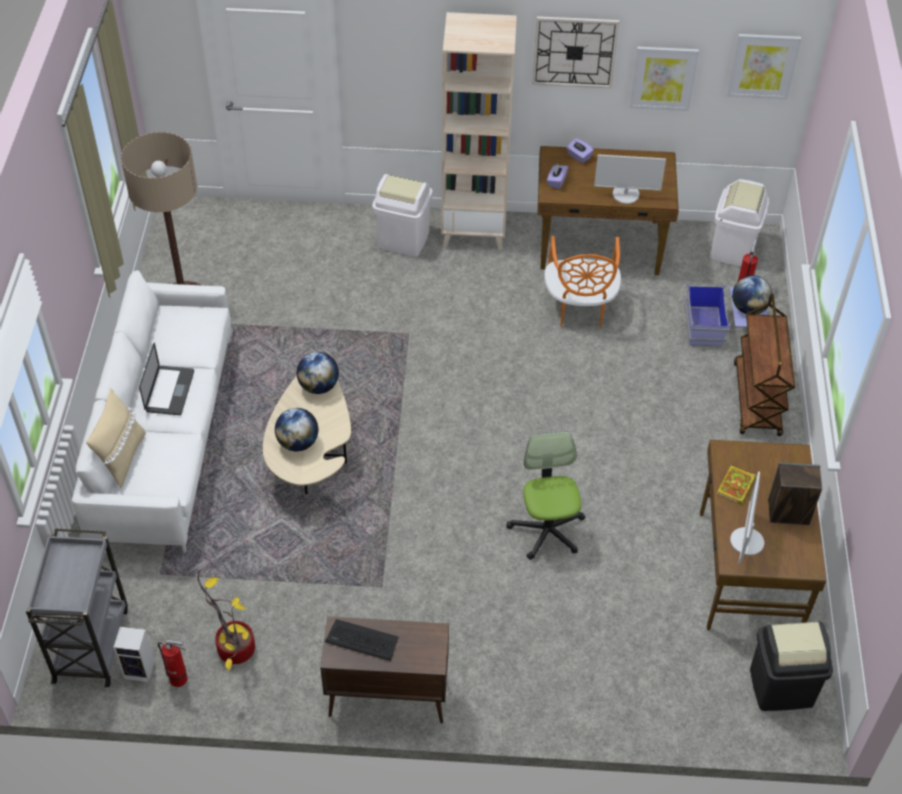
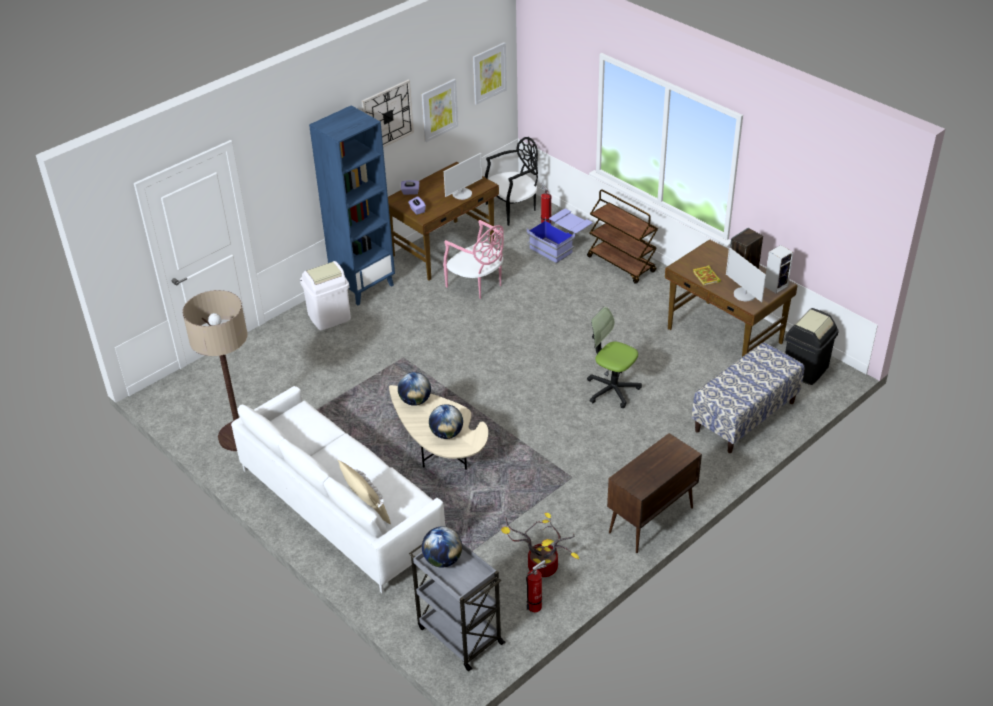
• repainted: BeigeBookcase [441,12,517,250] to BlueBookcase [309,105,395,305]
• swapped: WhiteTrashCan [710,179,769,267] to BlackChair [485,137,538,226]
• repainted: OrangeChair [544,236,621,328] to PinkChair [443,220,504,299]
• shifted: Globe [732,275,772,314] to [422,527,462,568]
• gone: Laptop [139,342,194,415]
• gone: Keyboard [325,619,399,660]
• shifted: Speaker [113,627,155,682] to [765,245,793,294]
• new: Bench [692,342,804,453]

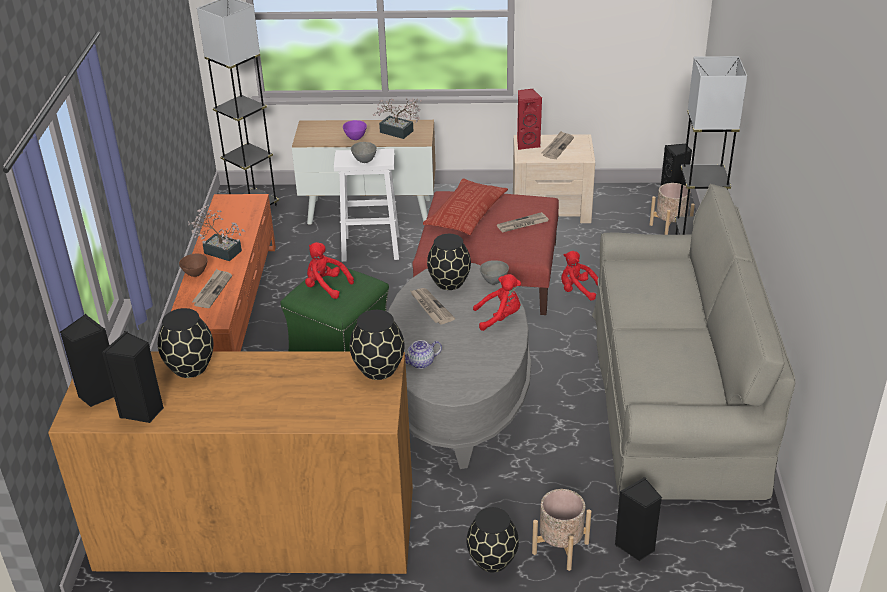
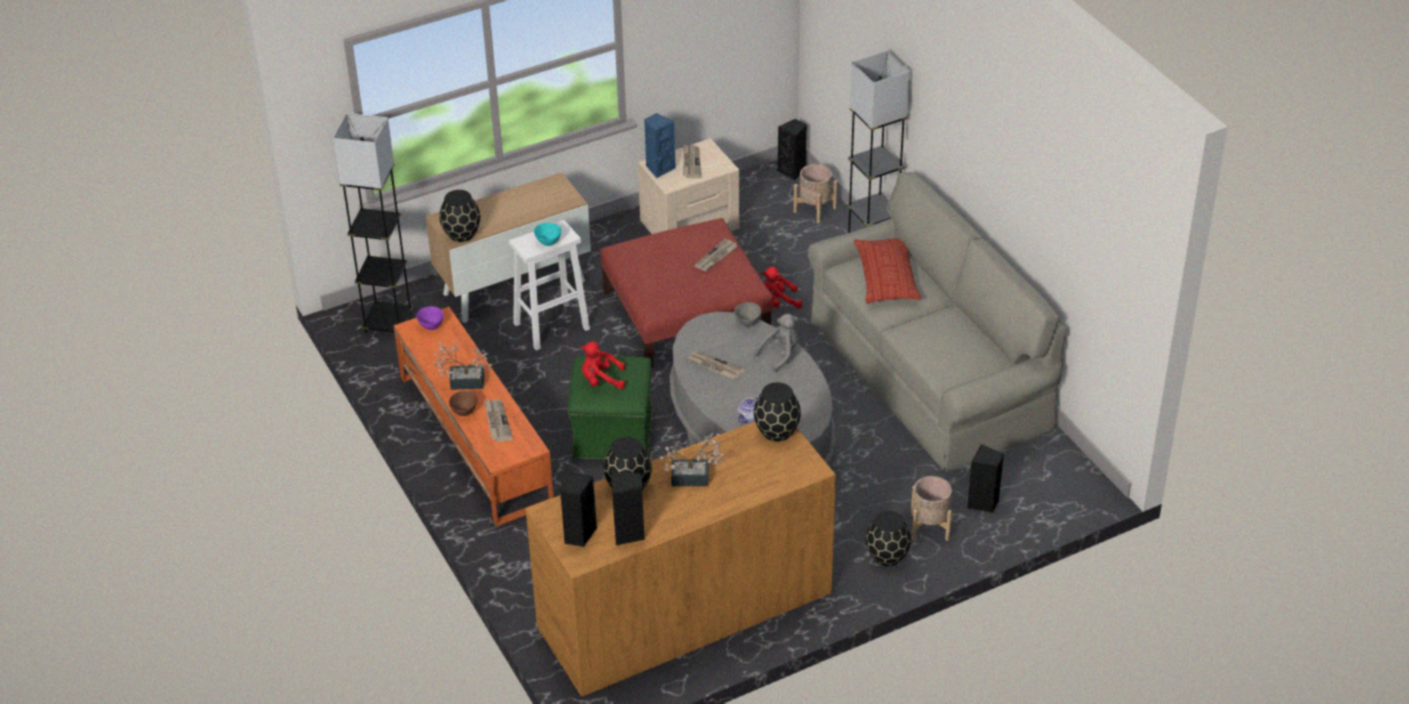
• repainted: RedSpeaker [517,89,542,150] to BlueSpeaker [644,113,675,178]
• shifted: PottedPlant [373,98,422,139] to [660,432,725,486]
• shifted: PurpleBowl [343,120,367,140] to [416,306,444,330]
• repainted: GreyBowl [351,142,377,163] to TurquoiseBowl [534,223,562,246]
• shifted: Pillow [423,178,508,235] to [854,238,921,304]
• shifted: BlackVase [427,234,471,290] to [439,190,480,242]
• repainted: RedPlushToy [473,274,521,331] to GreyPlushToy [754,314,798,372]

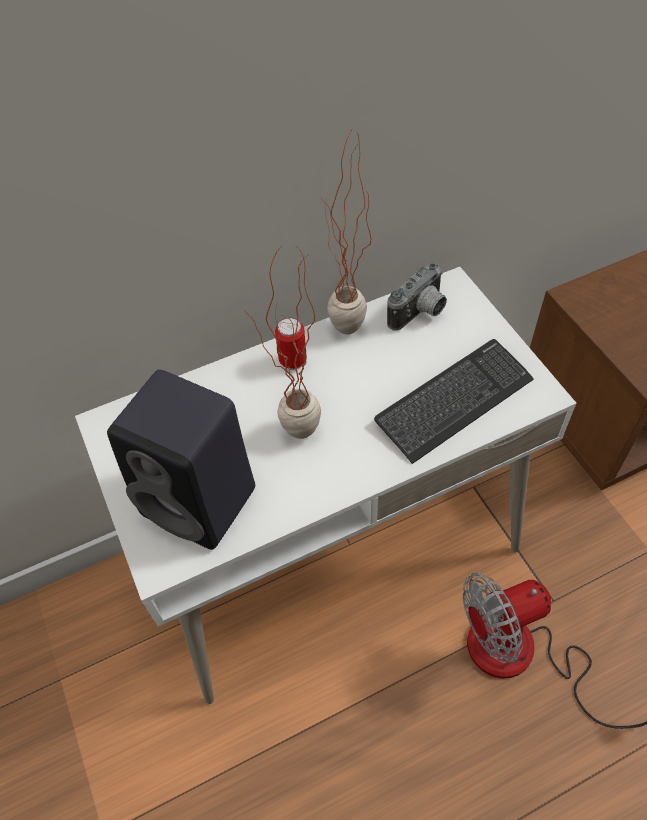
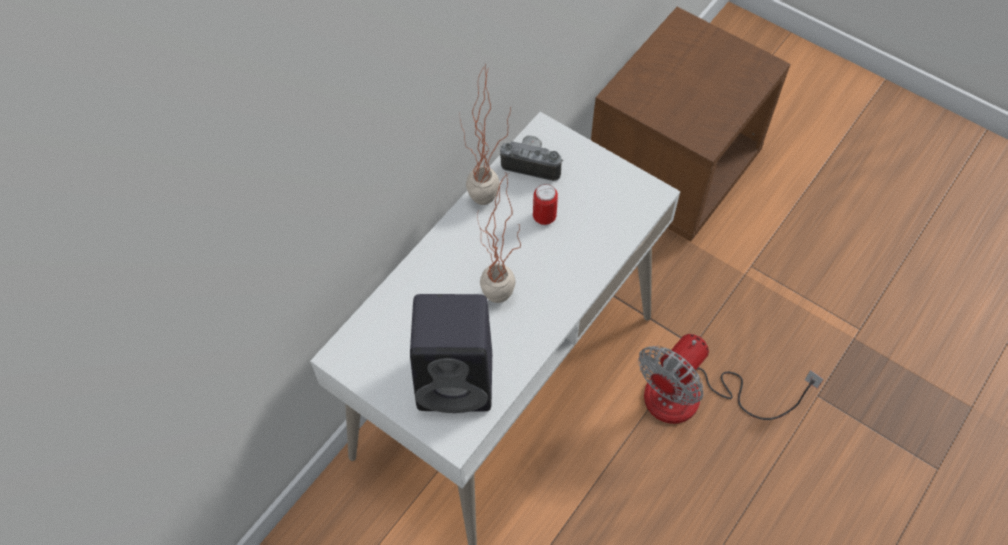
• rotated: PhotoCamera [387,263,447,331] = [500,136,563,181] 90 degrees counterclockwise
• shifted: Can [275,317,307,370] to [533,184,558,225]
• gone: Keyboard [374,339,534,464]

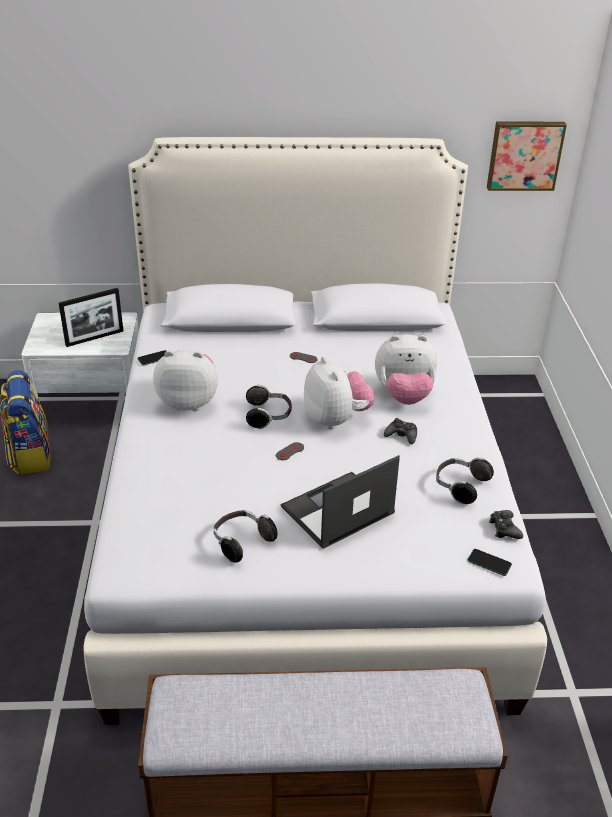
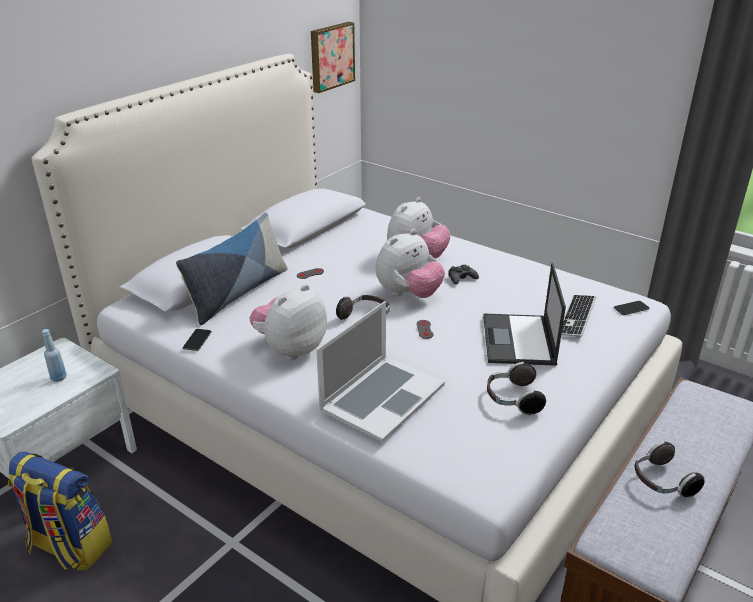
• swapped: PictureFrame [59,288,123,347] to BlueBottle [42,329,67,382]
• rotated: PlushToy [304,357,374,429] = [376,229,445,298] 120 degrees clockwise
• shifted: Headphones [436,457,494,504] to [634,441,704,498]
• gone: BlackGameController [489,510,523,539]
• new: Pillow [176,212,288,325]
• new: Keyboard [561,295,596,338]
• new: Laptop [316,301,445,442]

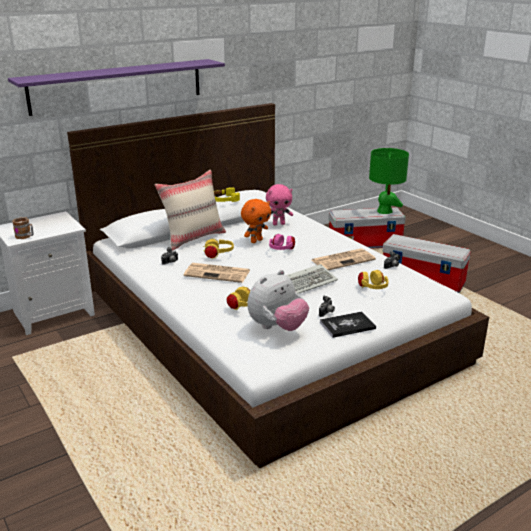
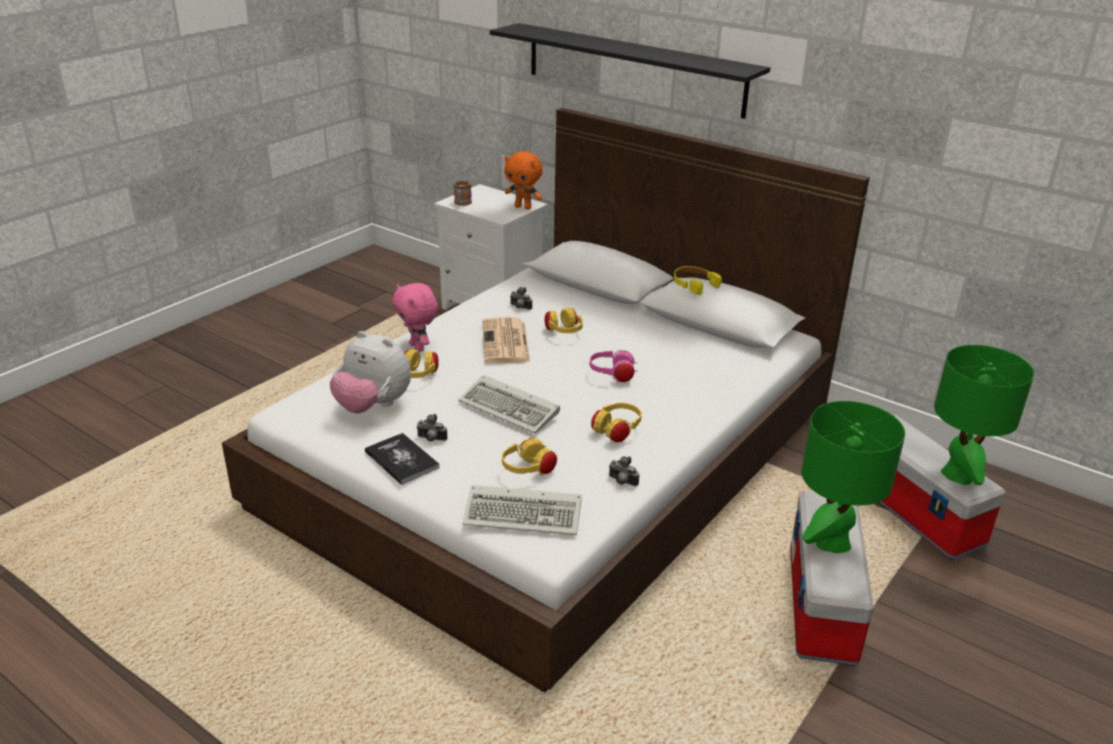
• repainted: PurpleShelf [8,59,225,116] to BlackShelf [490,23,770,119]
• gone: BeigePillow [155,170,226,251]
• shifted: PinkPlushToy [266,184,293,225] to [392,283,438,352]
• shifted: OrangePlushToy [241,199,271,243] to [504,151,543,209]
• swapped: Newspaper [312,248,376,270] to YellowHeadphones [591,403,642,442]
• new: GreenTableLamp [801,401,905,553]
• new: Keyboard [462,485,582,535]

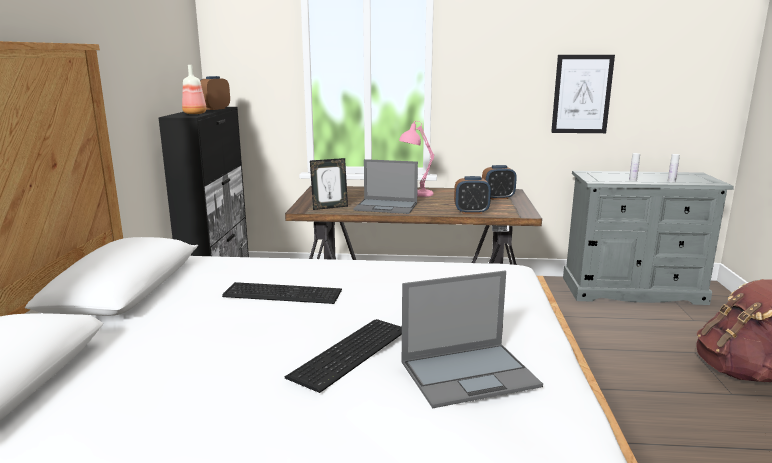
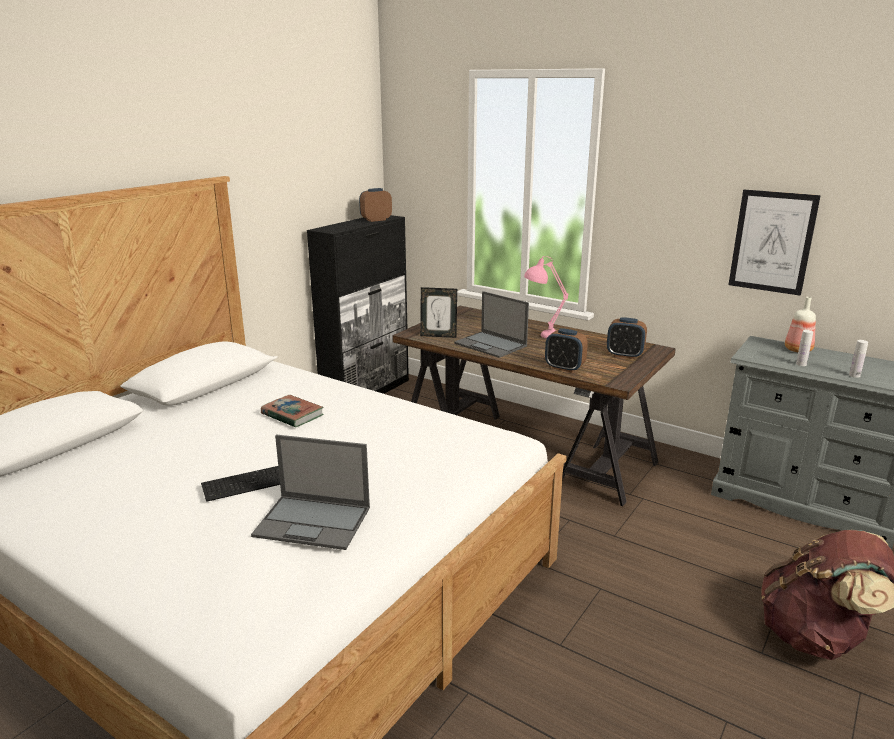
• shifted: Bottle [182,65,207,114] to [785,297,816,352]
• swapped: Keyboard [222,282,342,304] to Book [261,395,324,428]

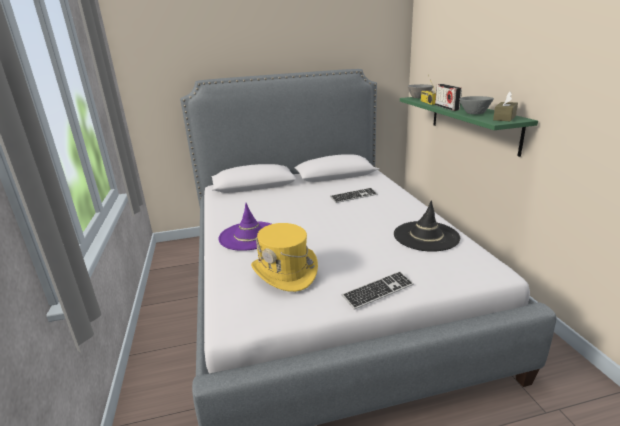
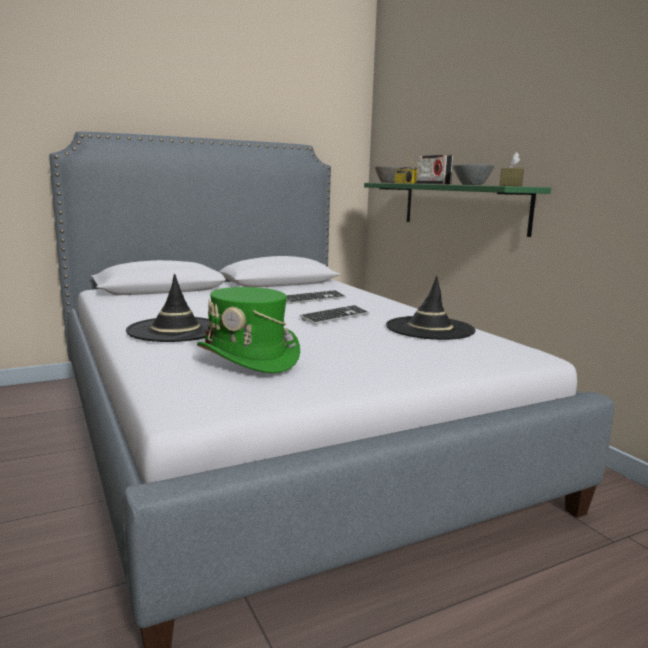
• repainted: PurpleHat [218,203,271,251] to BlackHat [126,274,214,342]
• repainted: YellowHat [251,223,318,292] to GreenHat [197,287,300,373]
• shifted: Keyboard [342,271,414,310] to [300,305,369,324]

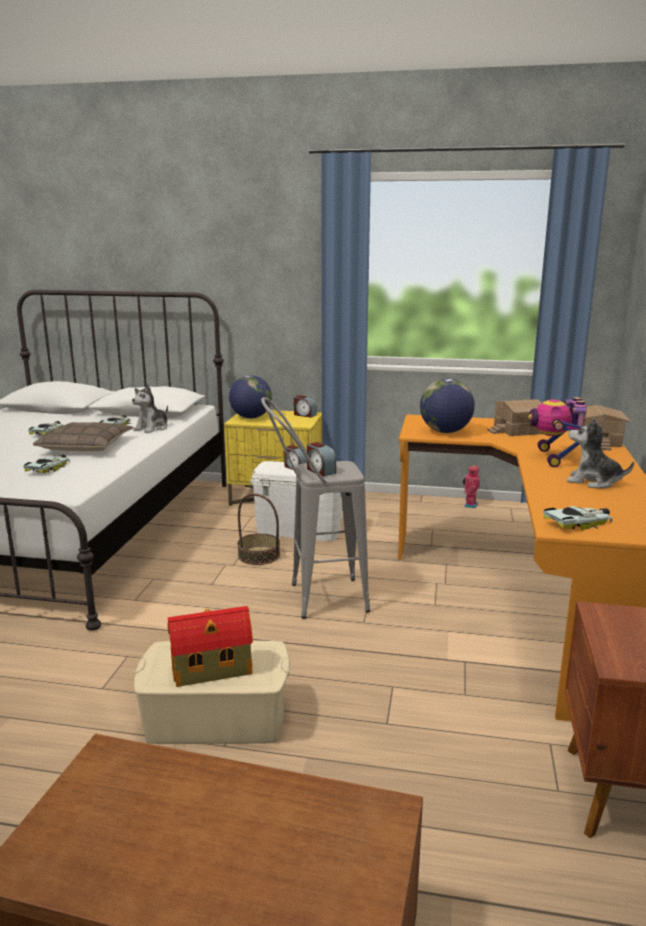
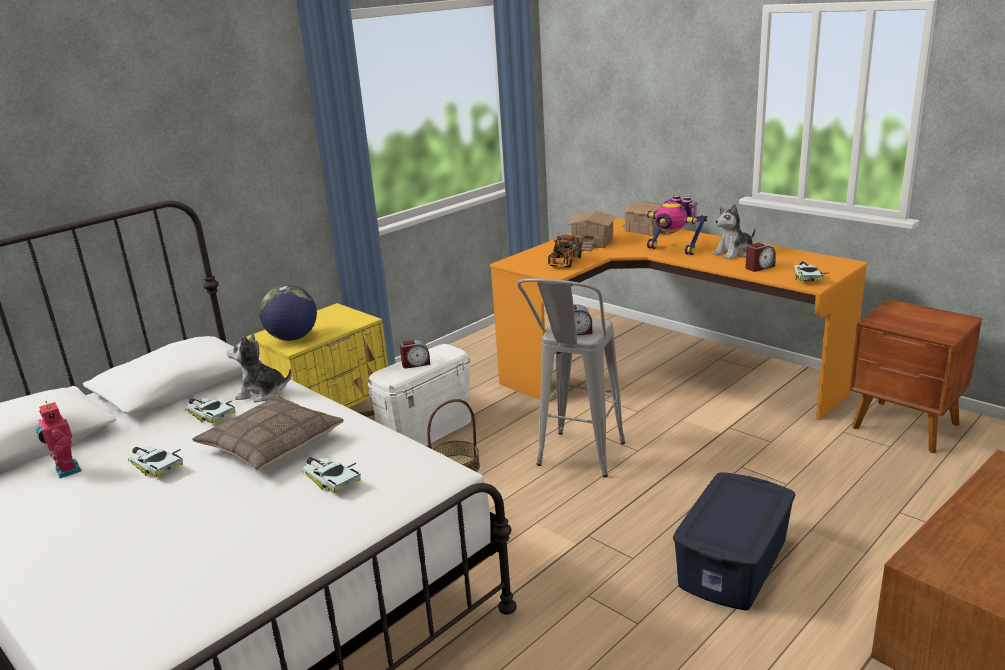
• swapped: Globe [420,379,475,433] to ToyTruck [548,235,583,268]
• rotated: PlushToy [132,384,168,433] = [227,334,292,403] 120 degrees clockwise
• shifted: AlarmClock [294,395,317,418] to [745,243,776,272]
• shifted: ToyRobot [463,466,480,508] to [36,401,82,478]
• gone: ToyHouse [168,606,253,687]
• repainted: BeigeStorageBox [134,641,290,744] to BlueStorageBox [673,472,795,610]

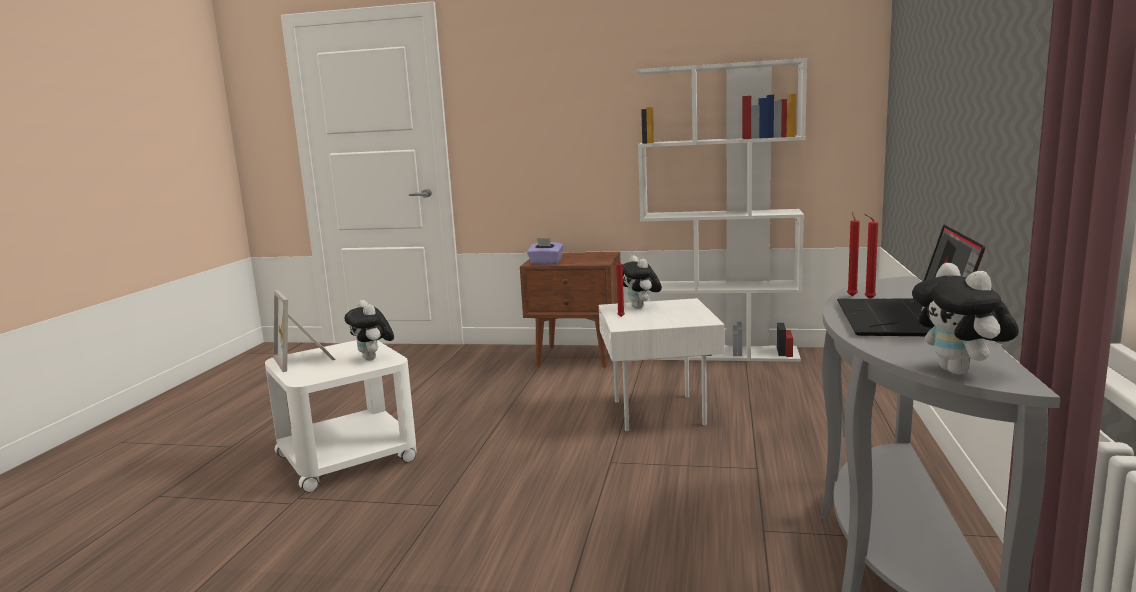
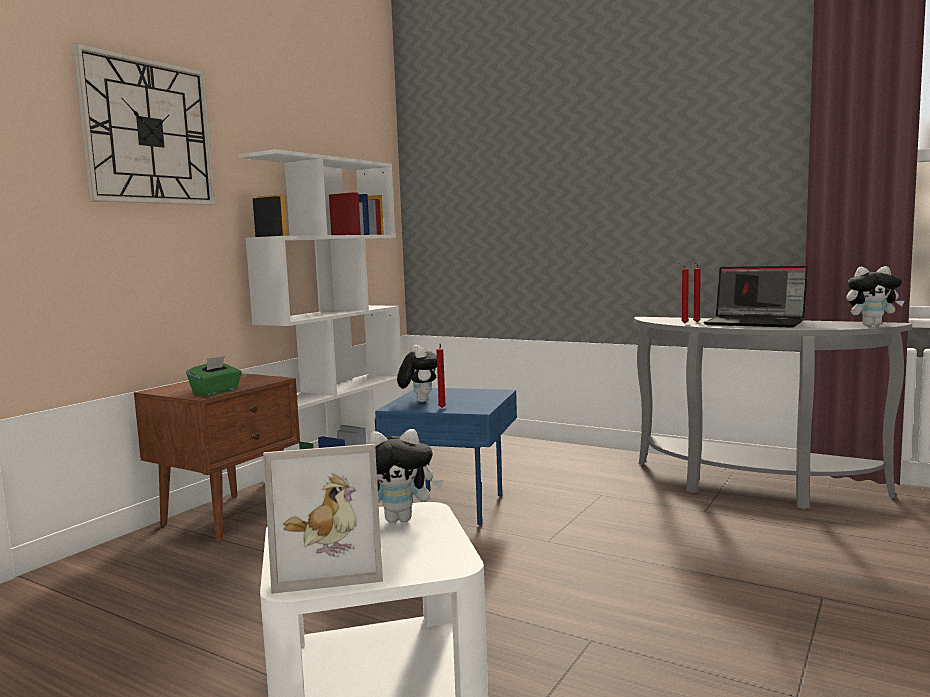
• repainted: PurpleTissueBox [527,238,564,265] to GreenTissueBox [186,356,242,396]
• rotated: PlushToy [622,255,662,309] = [397,345,437,402] 105 degrees counterclockwise
• repainted: WhiteSideTable [599,298,724,431] to BlueSideTable [375,388,517,525]
• new: WallClock [72,43,216,205]

